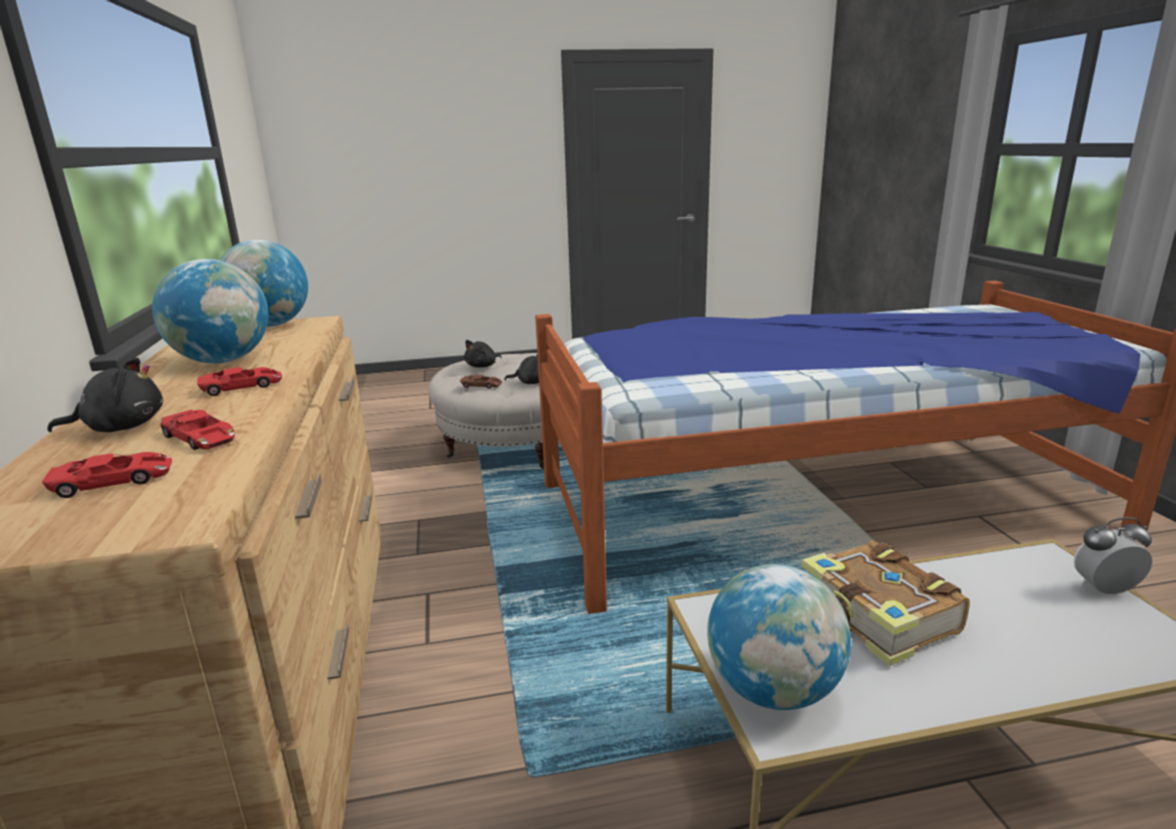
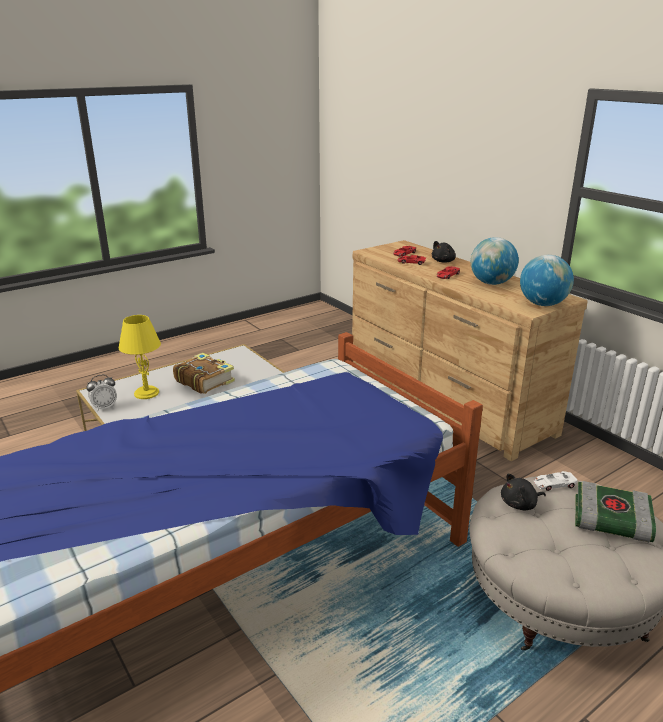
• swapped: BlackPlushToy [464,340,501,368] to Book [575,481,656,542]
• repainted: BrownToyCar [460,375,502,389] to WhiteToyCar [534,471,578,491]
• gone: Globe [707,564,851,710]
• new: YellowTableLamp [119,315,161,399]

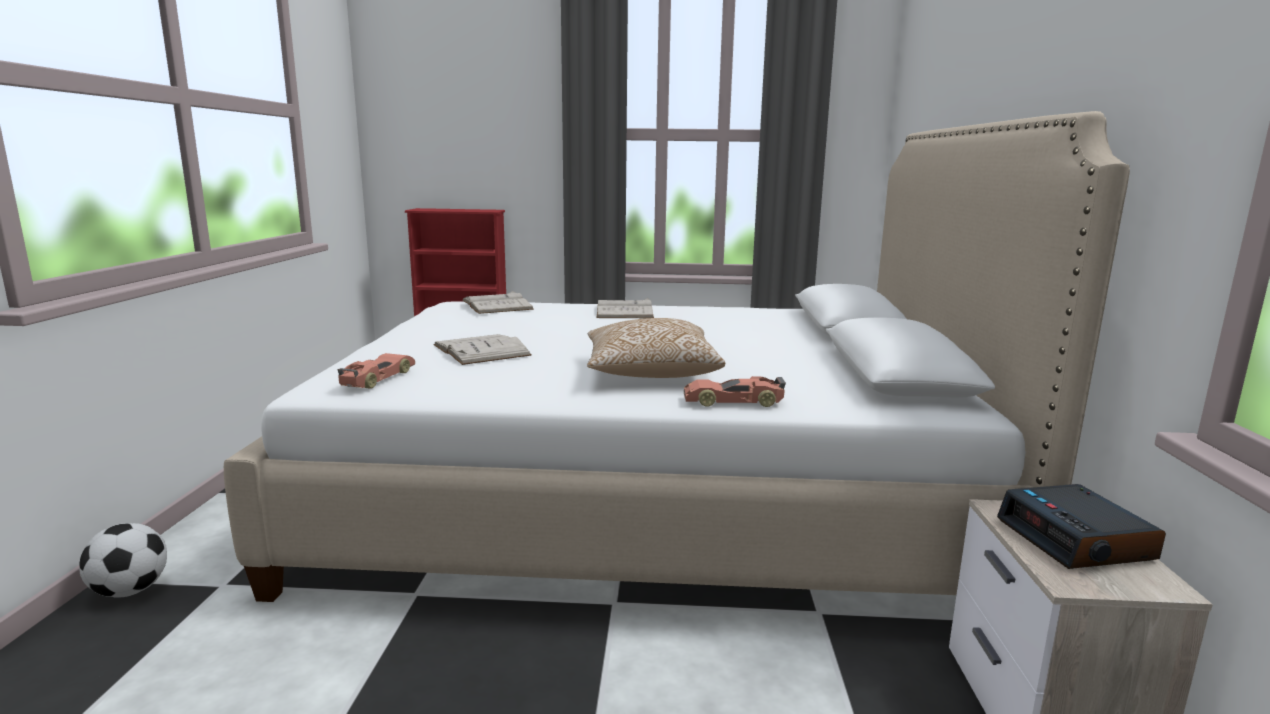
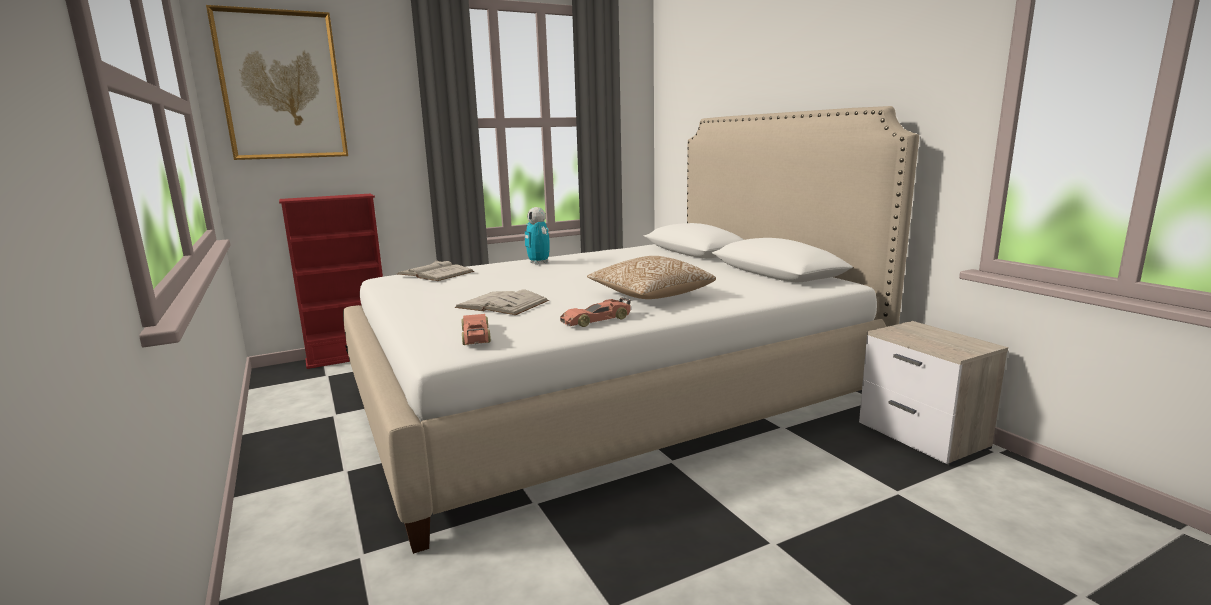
• swapped: WhiteBook [597,297,654,318] to ToyRobot [525,207,550,265]
• shifted: ToyCar [684,376,786,407] to [560,297,631,327]
• gone: AlarmClock [997,484,1166,569]
• gone: Football [79,523,167,598]
• new: Picture [206,5,348,160]

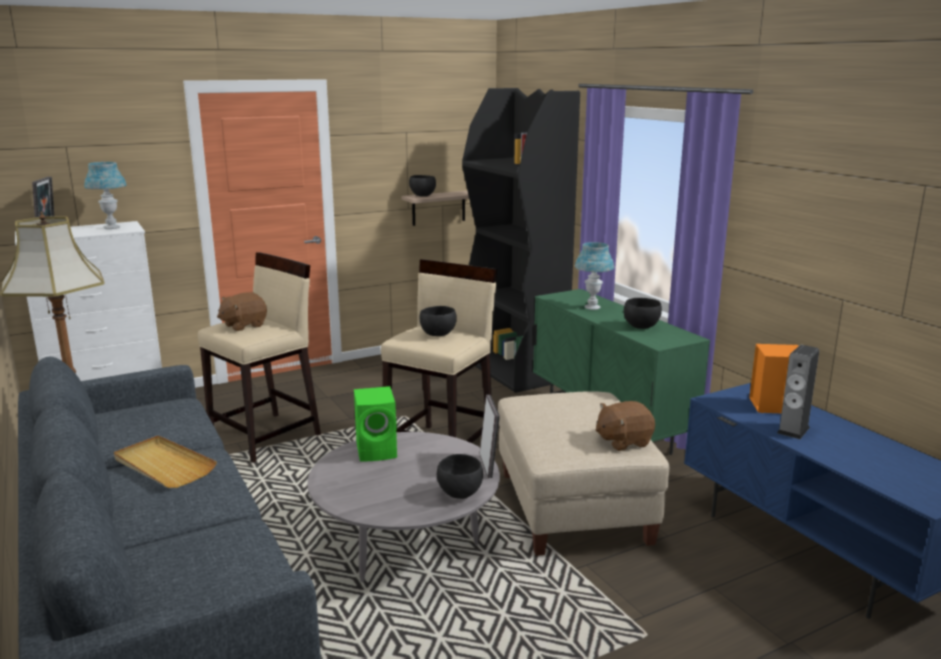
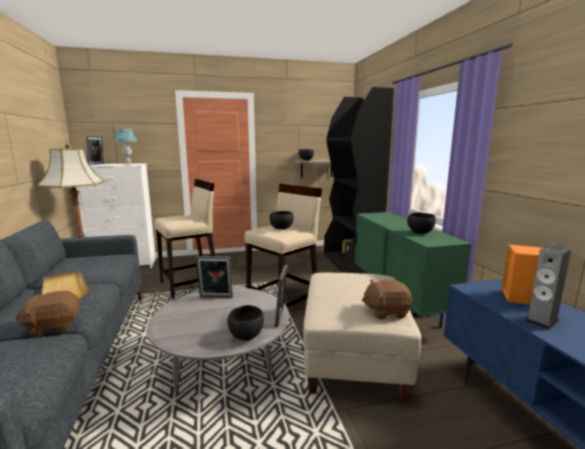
• gone: BlueTableLamp [575,242,614,310]
• shifted: BrownPlushToy [217,292,267,331] to [15,291,82,338]
• swapped: GreenSpeaker [354,386,397,461] to PictureFrame [196,256,233,298]

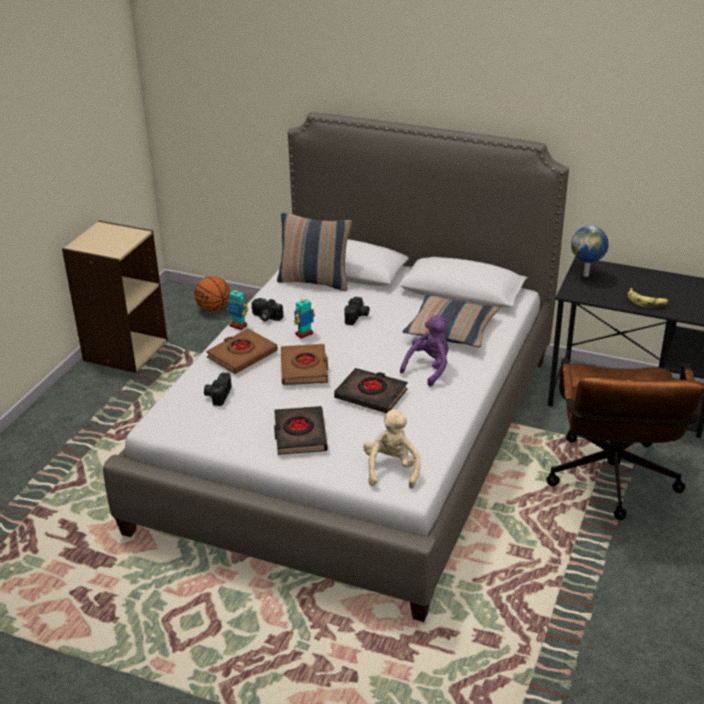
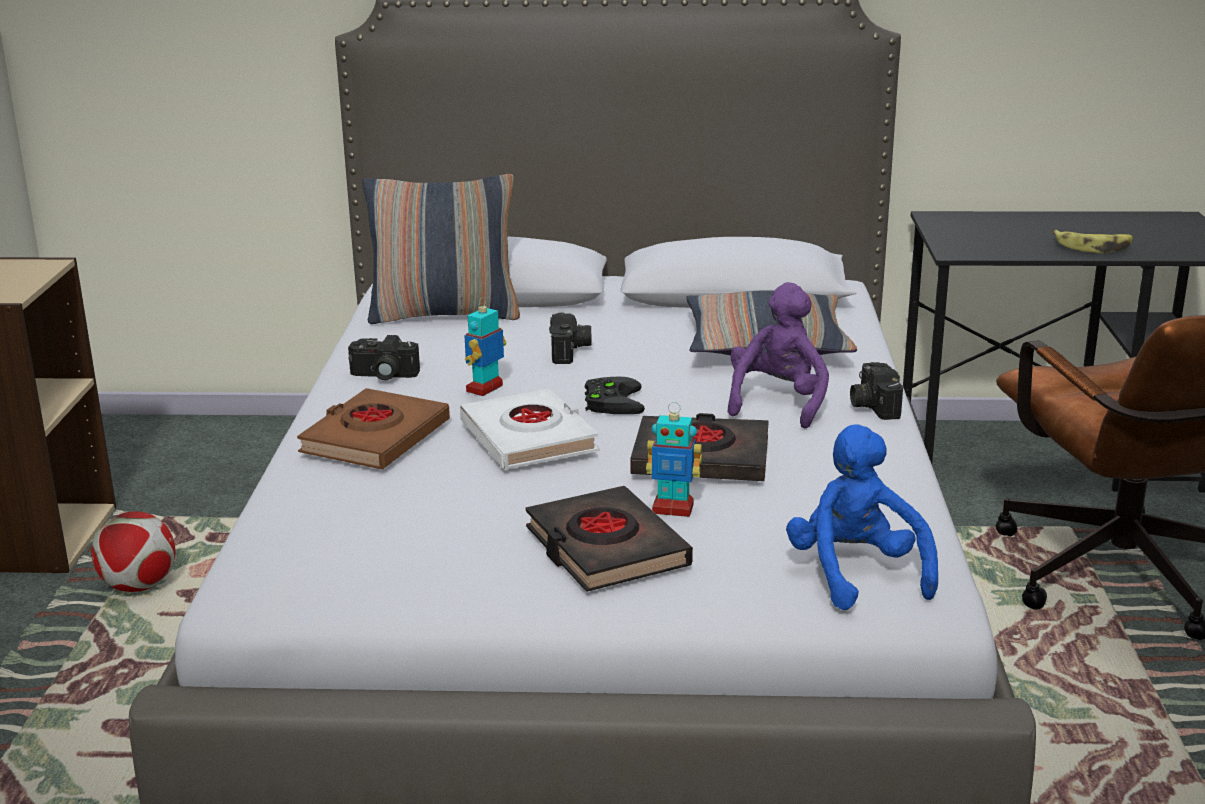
• gone: Globe [571,226,609,277]
• gone: Basketball [194,276,230,312]
• shifted: ToyRobot [227,289,248,330] to [646,402,702,517]
• repainted: BrownBook [281,344,328,385] to WhiteBook [460,389,598,470]
• shifted: PhotoCamera [204,373,232,406] to [850,362,903,420]
• repainted: BeigePlushToy [363,409,421,489] to BluePlushToy [786,424,938,610]
• new: BlackGameController [584,377,645,414]
• new: Football [91,511,176,592]

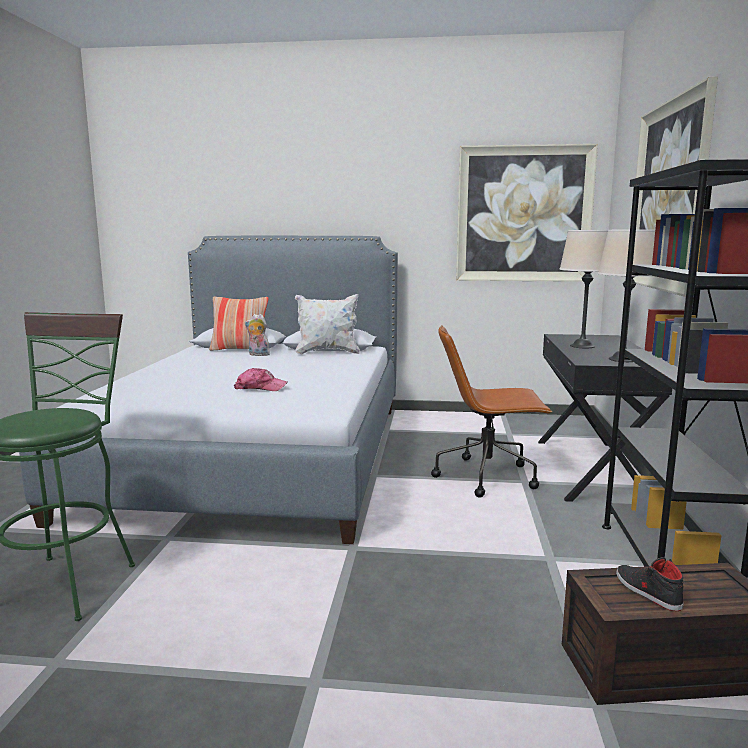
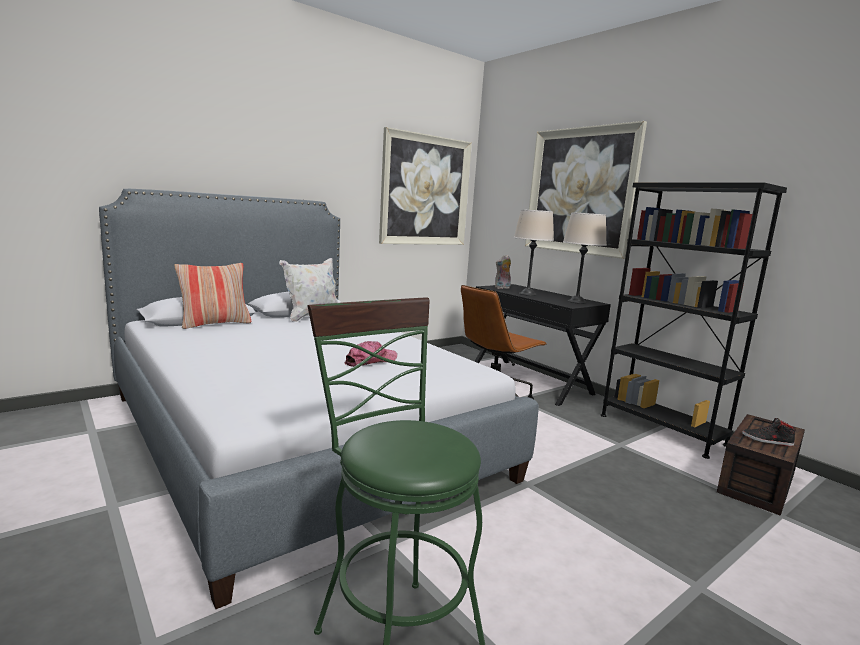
• shifted: PlushToy [245,314,270,356] to [495,255,511,289]

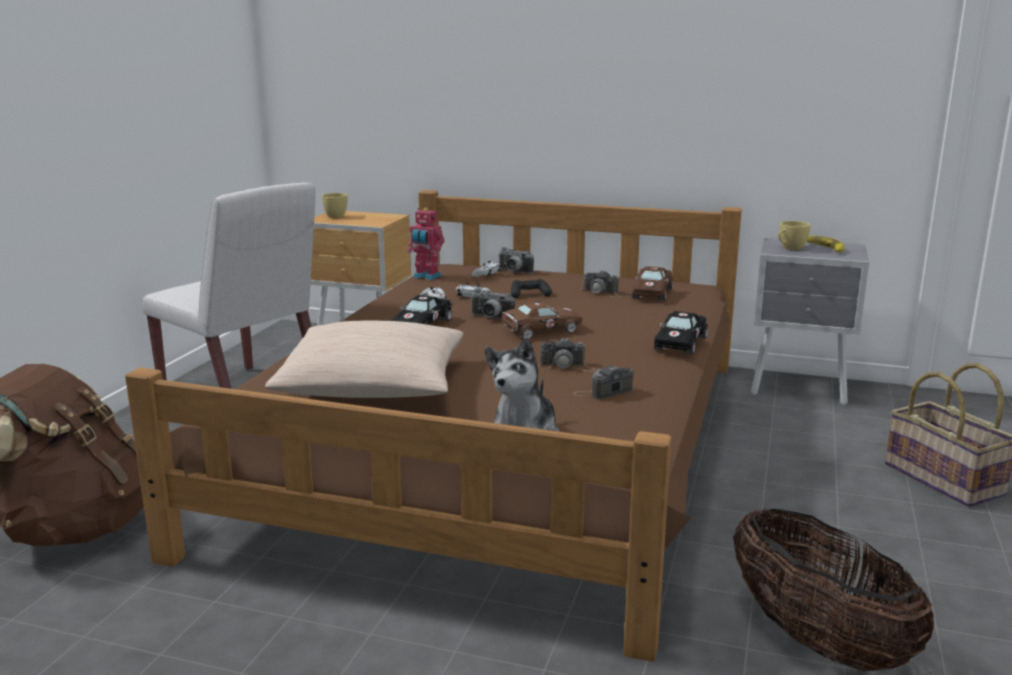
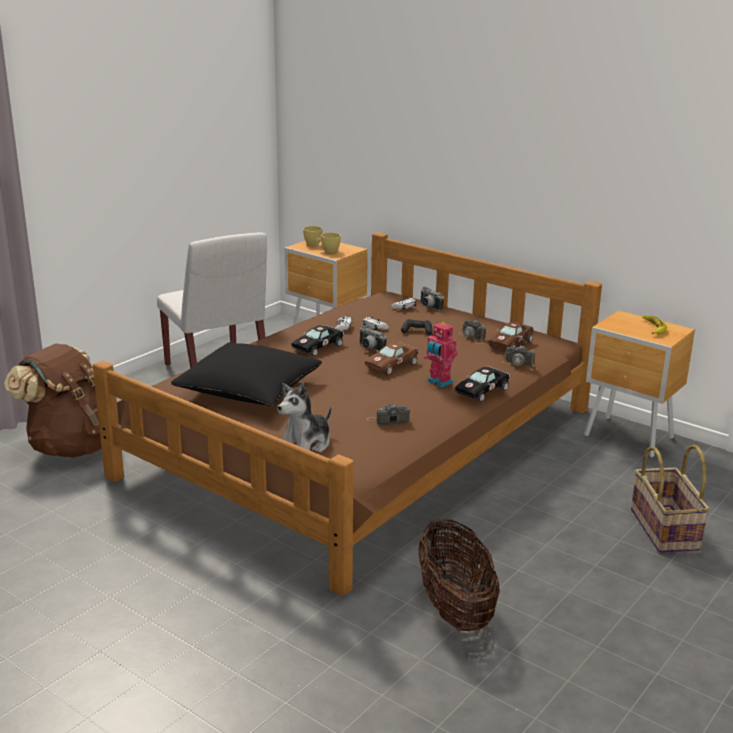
• shifted: ToyRobot [407,208,444,280] to [424,321,458,388]
• shifted: YellowCup [778,221,811,250] to [316,232,341,253]
• repainted: GreyNightstand [751,238,869,405] to BrownNightstand [584,310,695,458]
• rotated: BrownToyCar [502,302,582,339] = [365,342,419,375] 135 degrees clockwise
• repainted: BeigePillow [265,320,464,398] to BlackPillow [171,342,322,406]
• shifted: PhotoCamera [539,338,595,371] to [503,346,537,370]

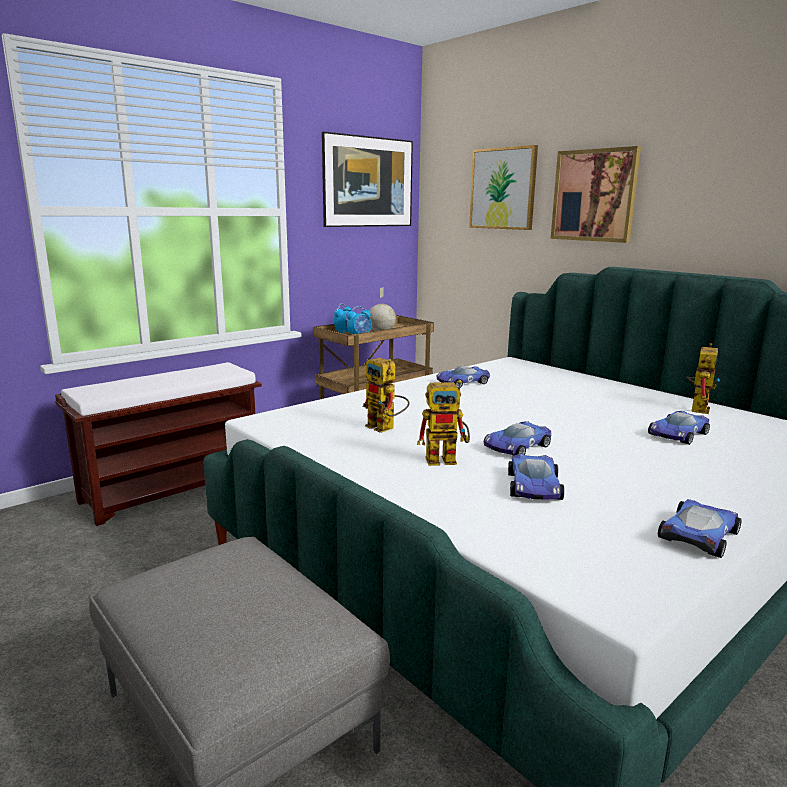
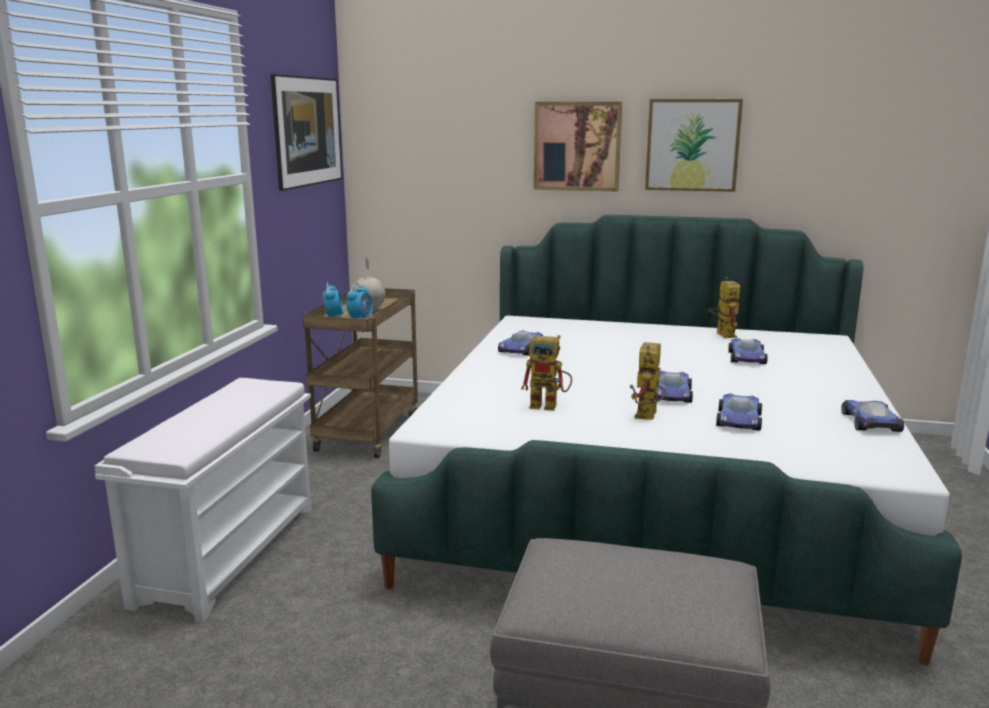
• shifted: Picture [469,145,538,230] to [645,99,743,192]
• repainted: BrownBench [55,362,262,526] to WhiteBench [94,378,312,623]
• rotated: ToyRobot [417,380,470,466] = [630,342,666,420] 150 degrees clockwise
• rotated: ToyCar [508,454,564,500] = [716,393,762,431] 45 degrees clockwise

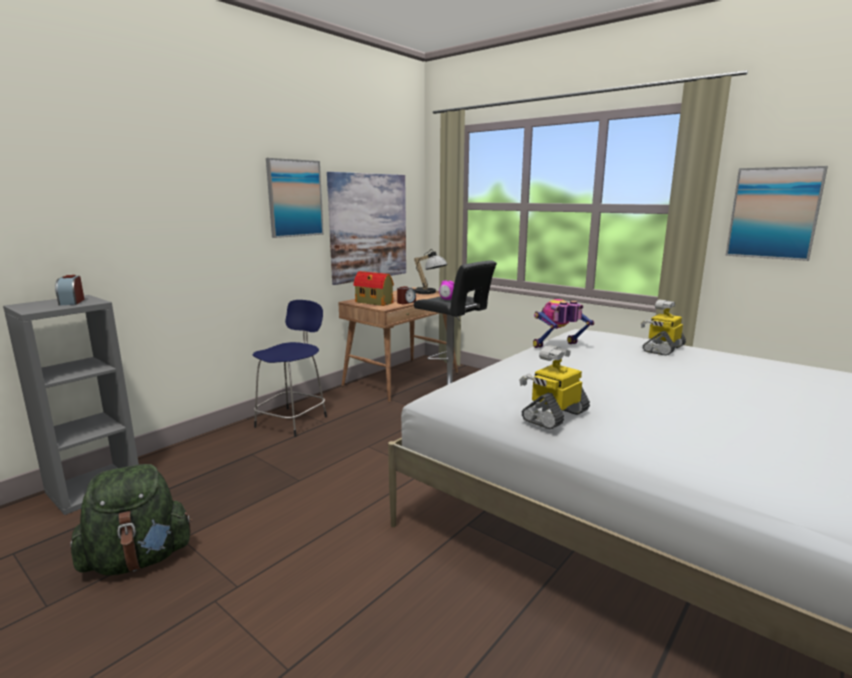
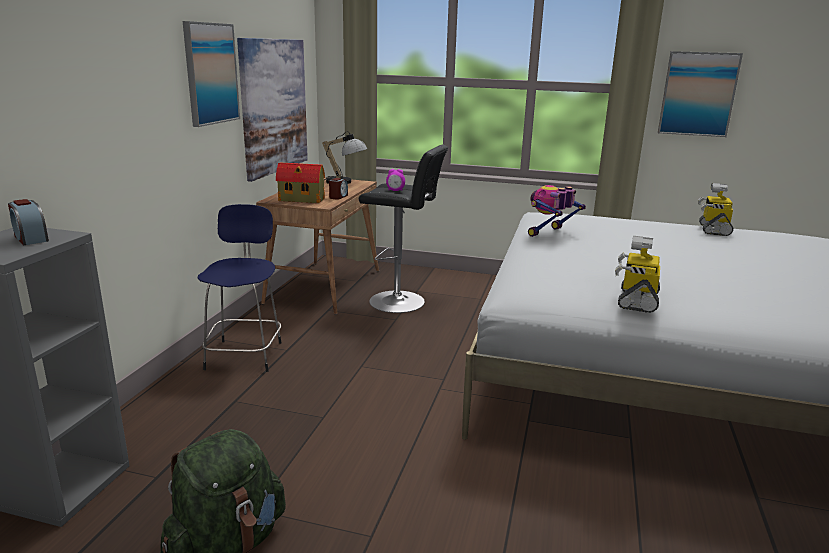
• shifted: ToyRobot [641,299,686,356] to [698,183,733,236]

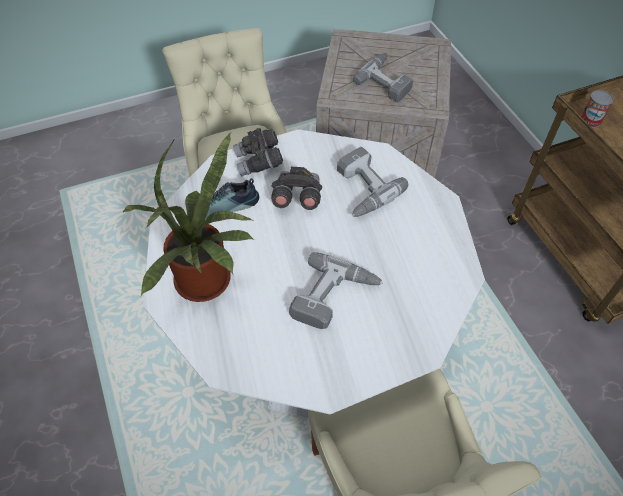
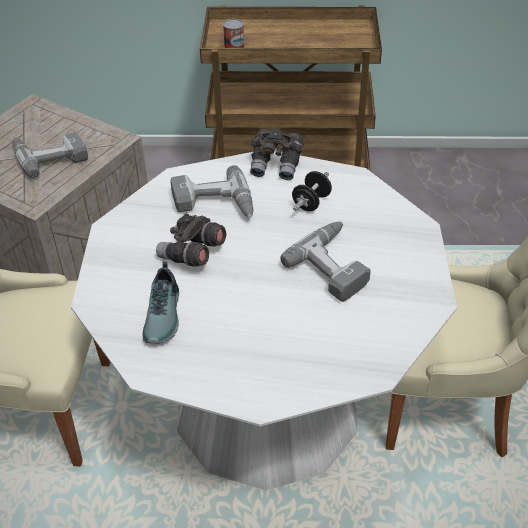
• shifted: GreyBinoculars [233,128,283,177] to [250,128,304,180]
• gone: PottedPlant [123,132,254,302]
• new: BlackDumbbell [292,171,332,211]

